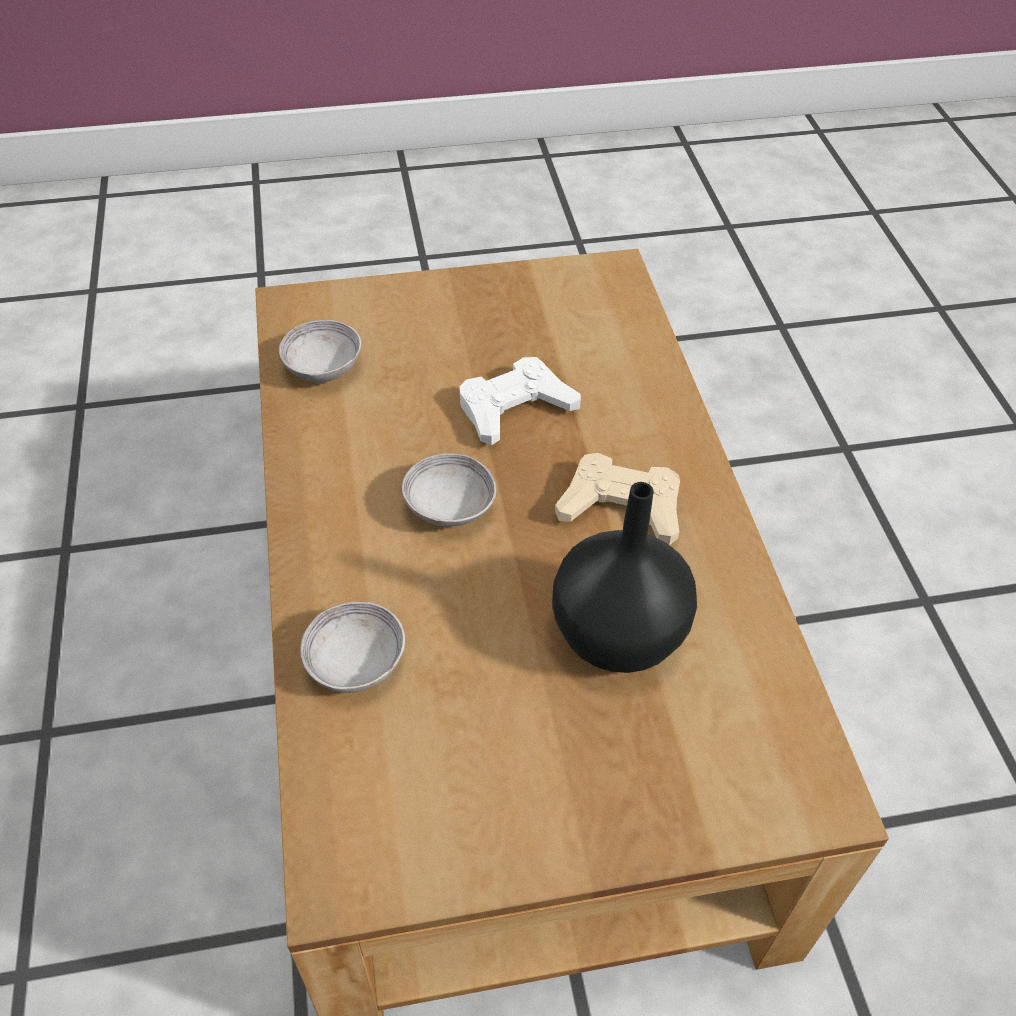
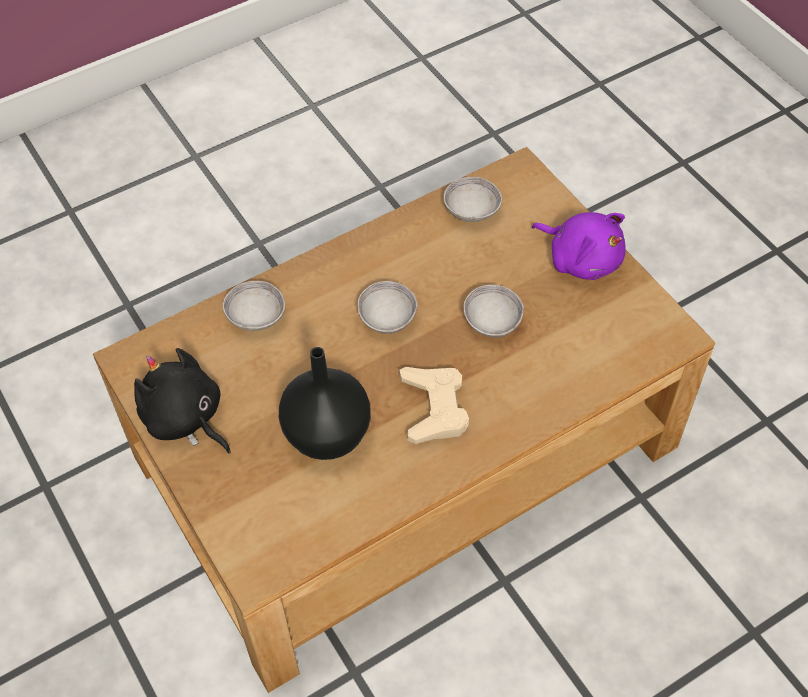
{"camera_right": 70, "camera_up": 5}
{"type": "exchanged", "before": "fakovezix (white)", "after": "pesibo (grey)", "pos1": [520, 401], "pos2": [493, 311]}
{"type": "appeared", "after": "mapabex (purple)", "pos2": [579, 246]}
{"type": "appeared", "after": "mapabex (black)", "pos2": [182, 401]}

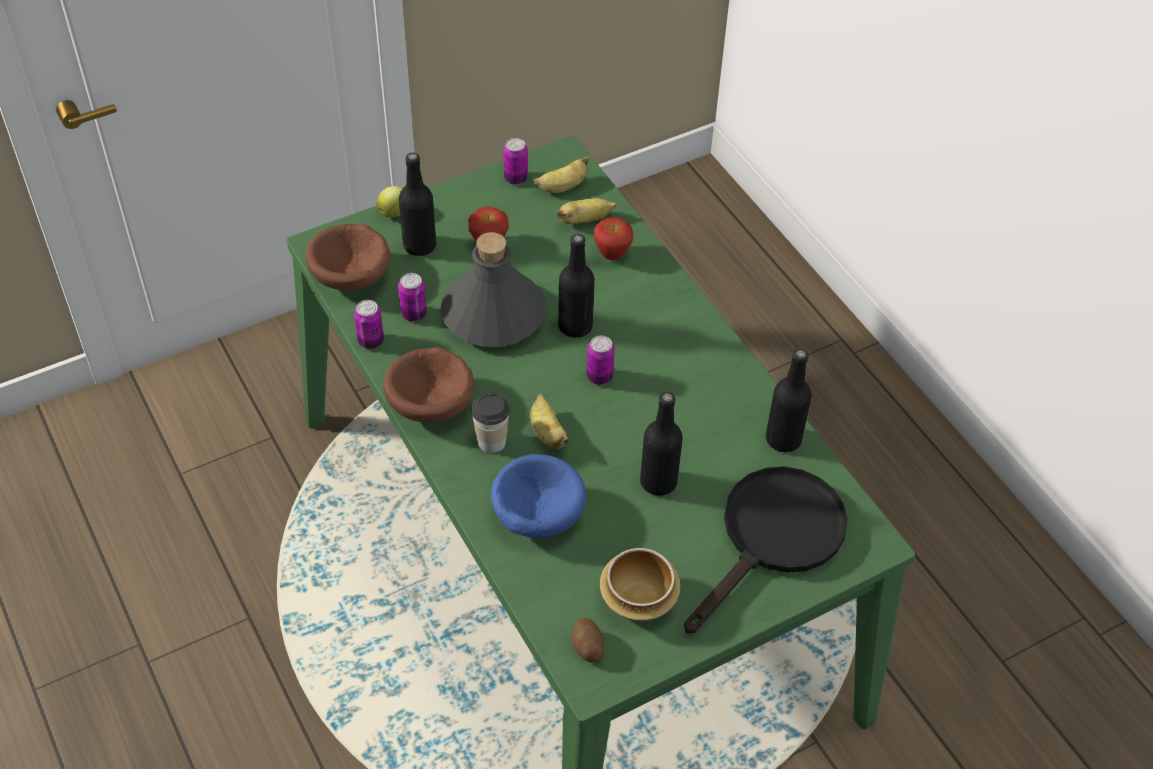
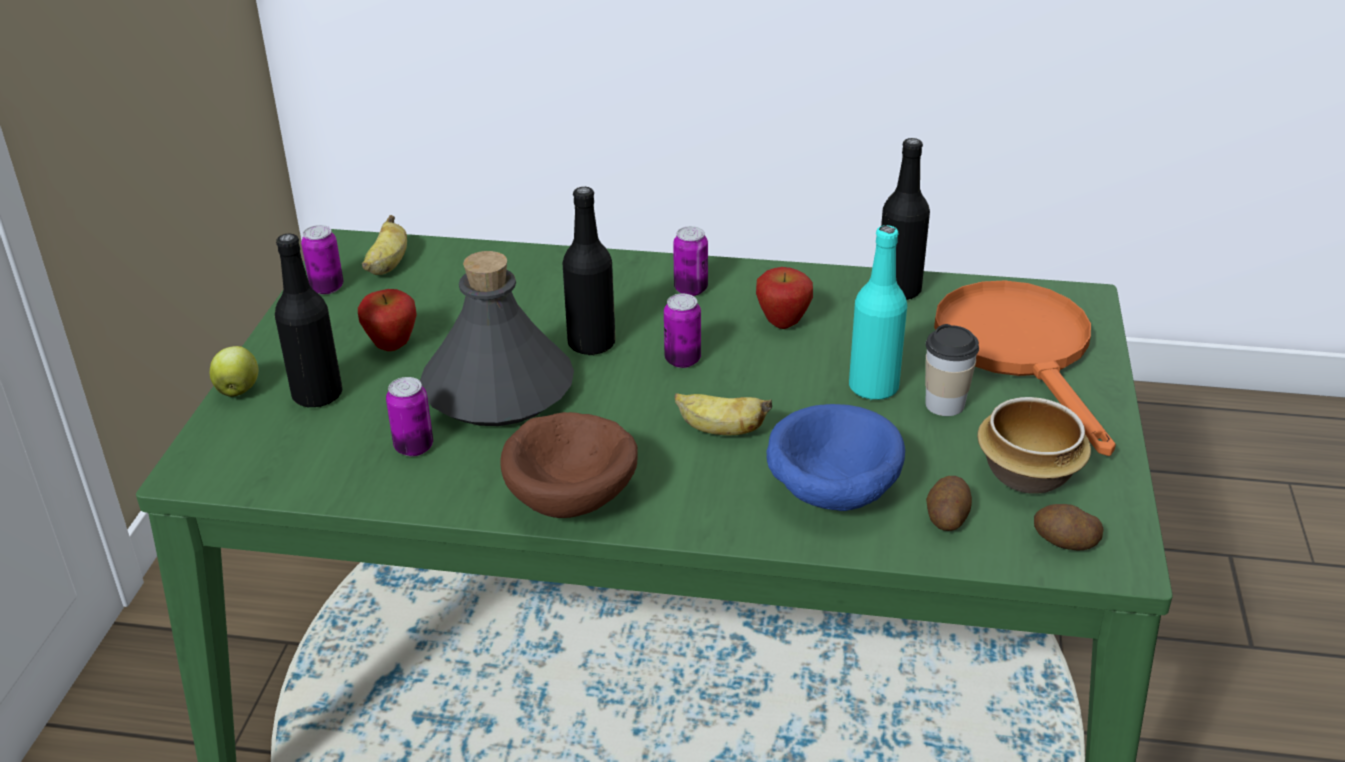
{"camera_right": -50, "camera_up": -15}
{"type": "missing", "before": "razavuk", "pos1": [586, 211]}
{"type": "relocated", "before": "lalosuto", "pos1": [613, 238], "pos2": [784, 298]}
{"type": "missing", "before": "pesibo (brown)", "pos1": [348, 257]}
{"type": "relocated", "before": "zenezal", "pos1": [369, 324], "pos2": [690, 261]}
{"type": "colour", "before": "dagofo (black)", "after": "dagofo (turquoise)", "pos1": [661, 444], "pos2": [878, 312]}
{"type": "relocated", "before": "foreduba", "pos1": [490, 423], "pos2": [952, 370]}
{"type": "colour", "before": "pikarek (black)", "after": "pikarek (orange)", "pos1": [765, 549], "pos2": [1025, 368]}
{"type": "appeared", "after": "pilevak", "pos2": [949, 503]}

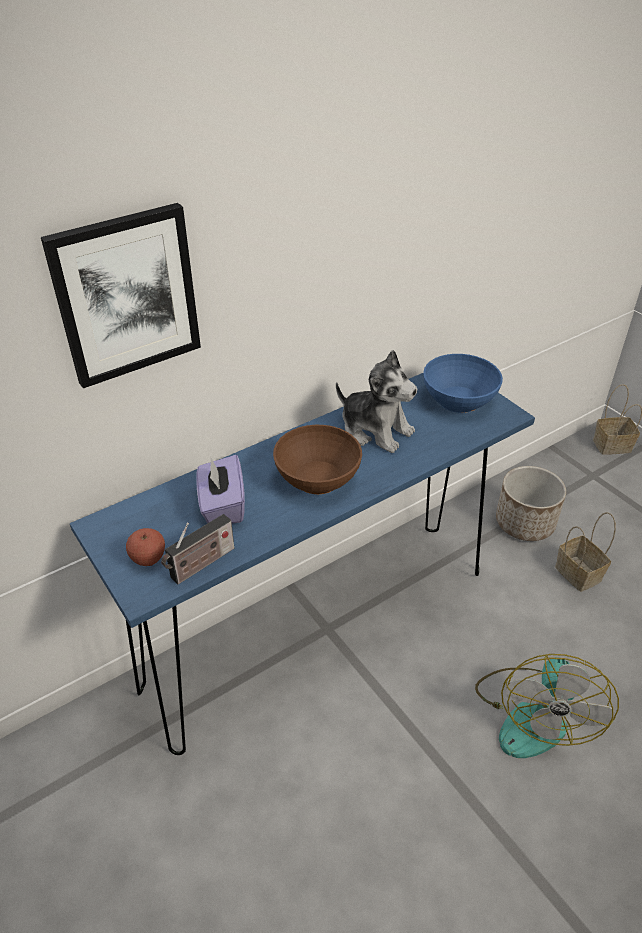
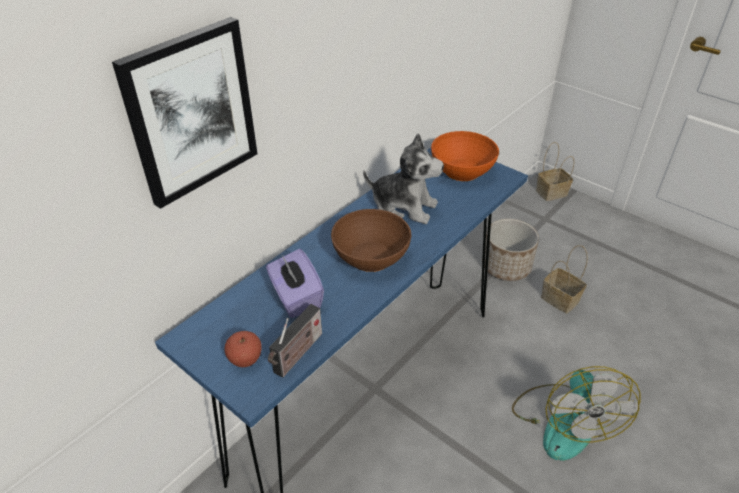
{"camera_right": -15, "camera_up": 0}
{"type": "colour", "before": "pesibo (blue)", "after": "pesibo (orange)", "pos1": [463, 383], "pos2": [465, 156]}

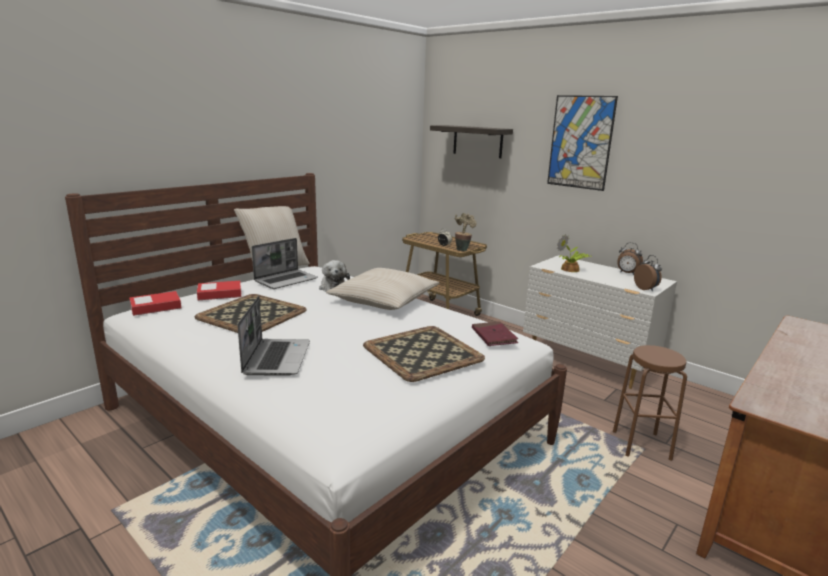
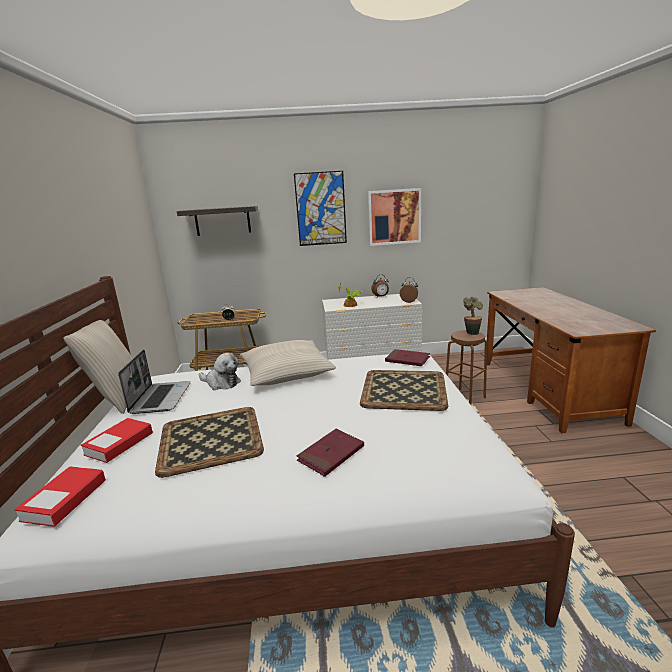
{"camera_right": -45, "camera_up": 0}
{"type": "relocated", "before": "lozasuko", "pos1": [465, 232], "pos2": [473, 316]}
{"type": "exchanged", "before": "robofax", "after": "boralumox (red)", "pos1": [274, 336], "pos2": [330, 453]}
{"type": "appeared", "after": "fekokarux", "pos2": [394, 217]}

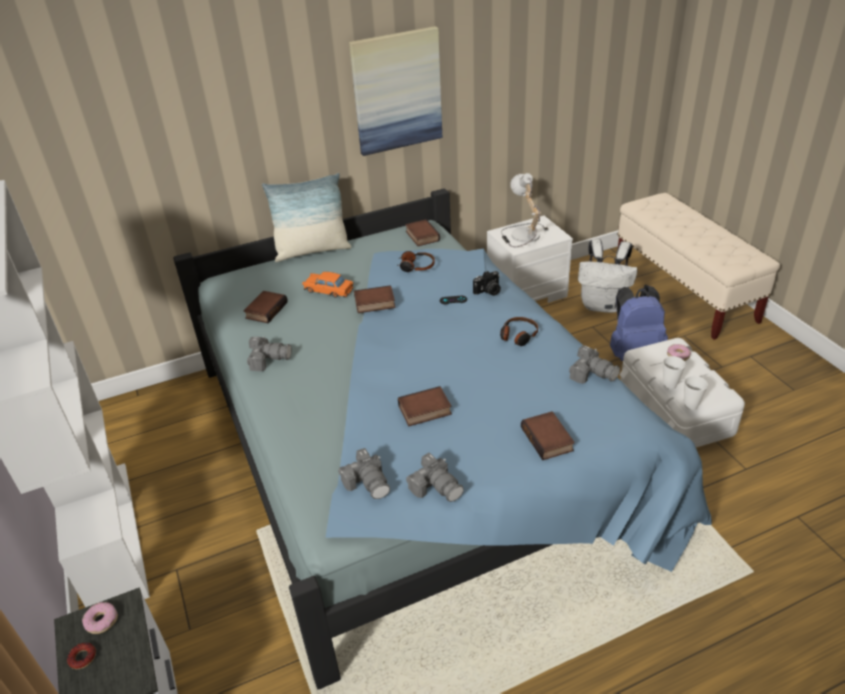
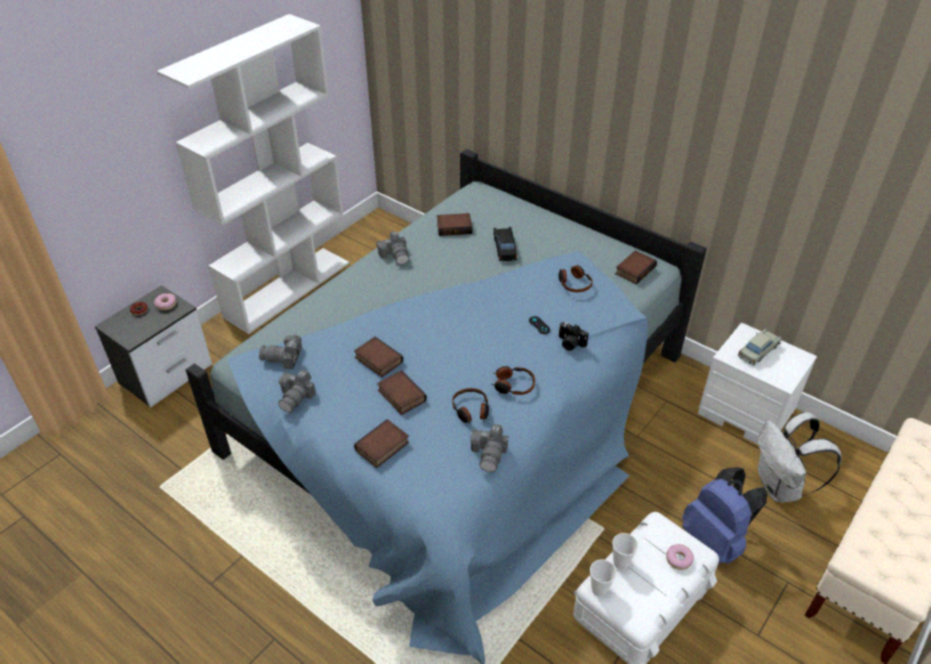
{"camera_right": 60, "camera_up": 5}
{"type": "missing", "before": "fekokarux", "pos1": [395, 91]}
{"type": "missing", "before": "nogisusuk", "pos1": [307, 217]}
{"type": "exchanged", "before": "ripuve", "after": "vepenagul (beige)", "pos1": [525, 210], "pos2": [760, 346]}
{"type": "colour", "before": "vepenagul (orange)", "after": "vepenagul (black)", "pos1": [327, 285], "pos2": [505, 244]}
{"type": "relocated", "before": "boralumox", "pos1": [375, 299], "pos2": [402, 392]}
{"type": "spun", "before": "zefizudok", "pos1": [364, 473], "pos2": [280, 351], "turn": 60}
{"type": "appeared", "after": "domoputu", "pos2": [470, 405]}

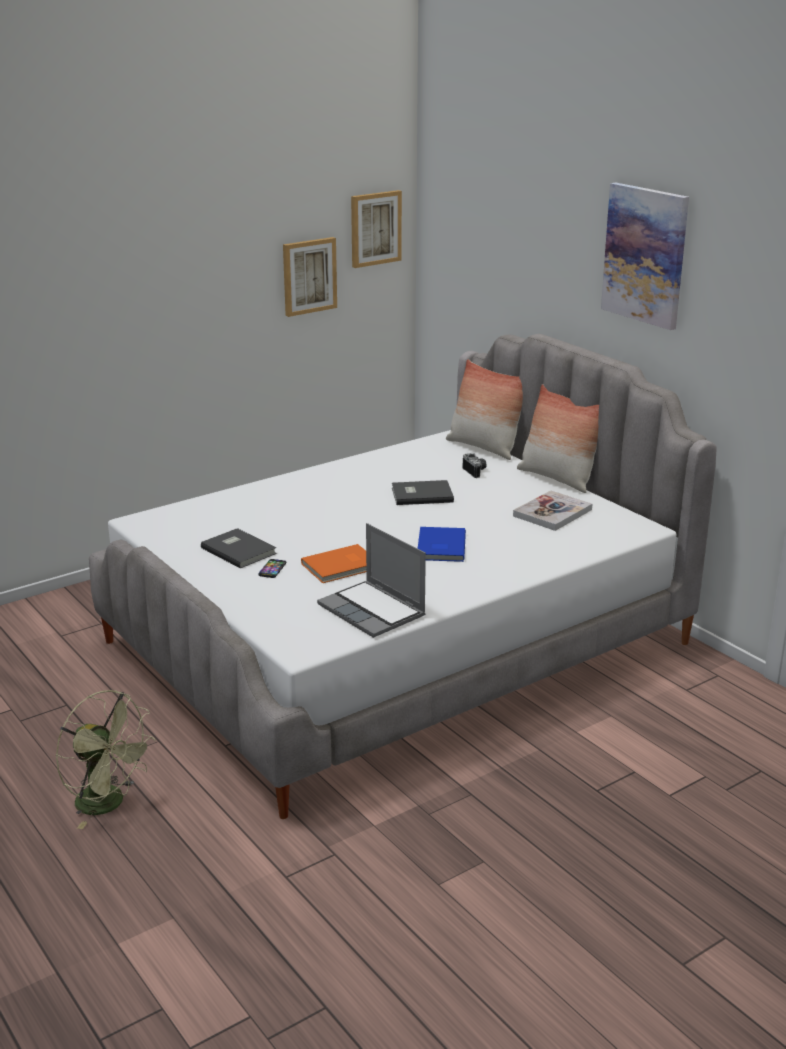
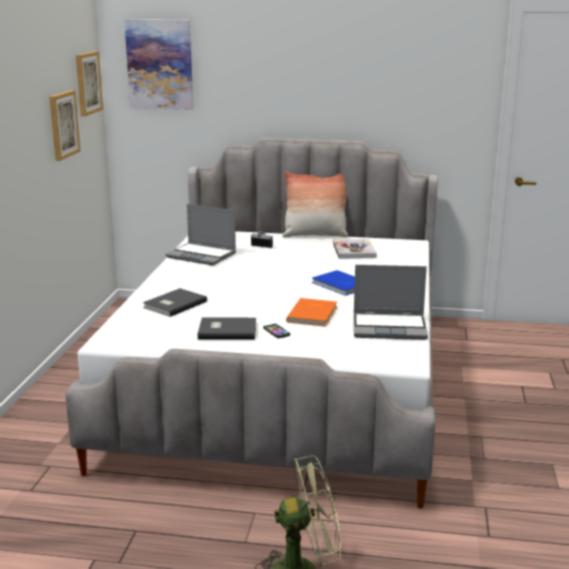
{"camera_right": -45, "camera_up": -5}
{"type": "relocated", "before": "fekokarux", "pos1": [645, 256], "pos2": [158, 64]}
{"type": "missing", "before": "nogisusuk", "pos1": [484, 409]}
{"type": "relocated", "before": "boralumox (grey)", "pos1": [423, 492], "pos2": [175, 302]}
{"type": "appeared", "after": "robofax", "pos2": [200, 235]}

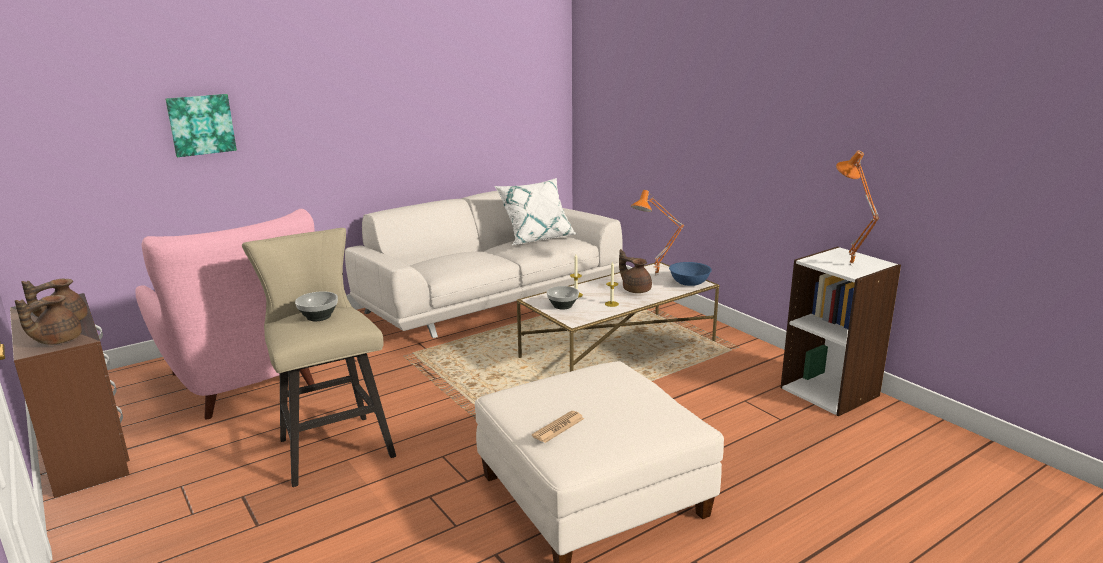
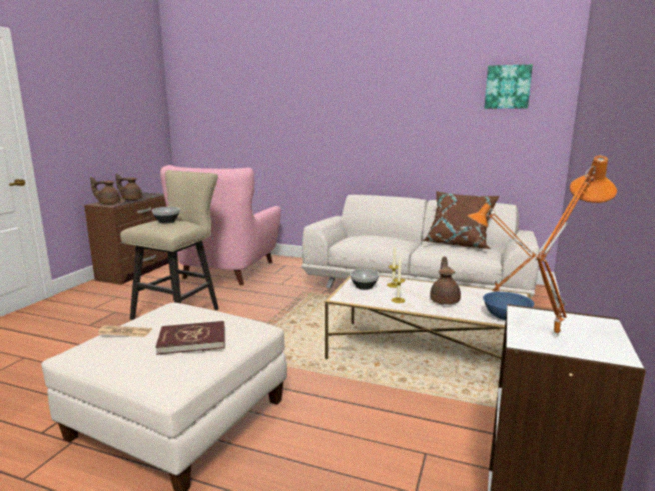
{"camera_right": 55, "camera_up": -5}
{"type": "relocated", "before": "fekokarux", "pos1": [201, 125], "pos2": [508, 86]}
{"type": "colour", "before": "nogisusuk (white)", "after": "nogisusuk (brown)", "pos1": [535, 211], "pos2": [461, 220]}
{"type": "appeared", "after": "boralumox (red)", "pos2": [190, 338]}

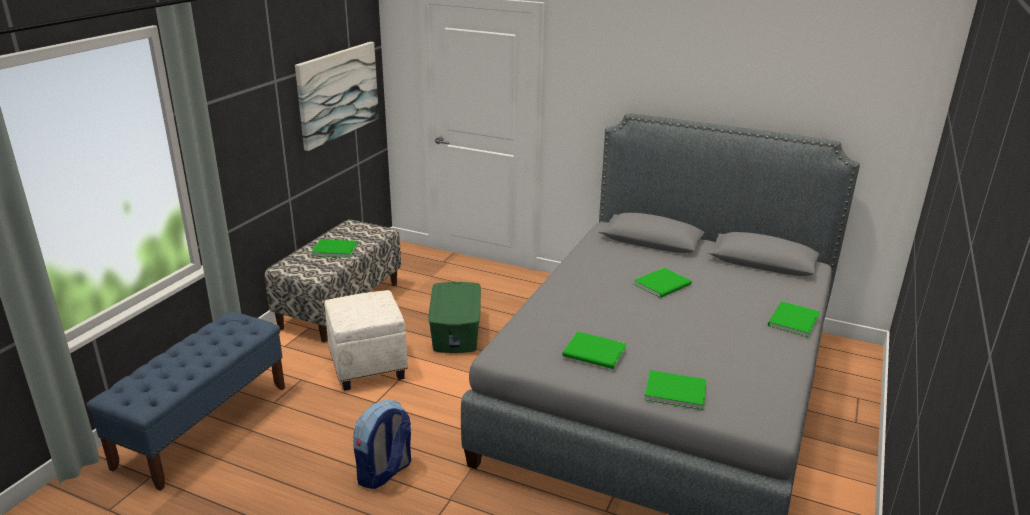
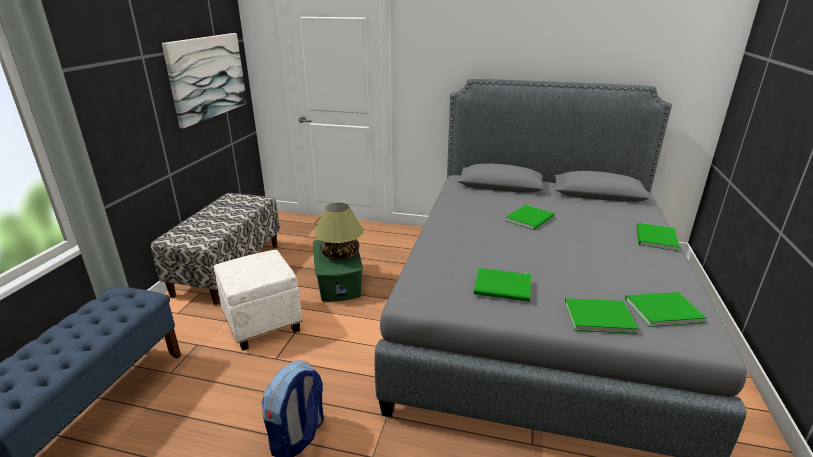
{"camera_right": -10, "camera_up": 0}
{"type": "relocated", "before": "boralumox (green)", "pos1": [334, 248], "pos2": [665, 309]}
{"type": "appeared", "after": "ripuve", "pos2": [338, 231]}

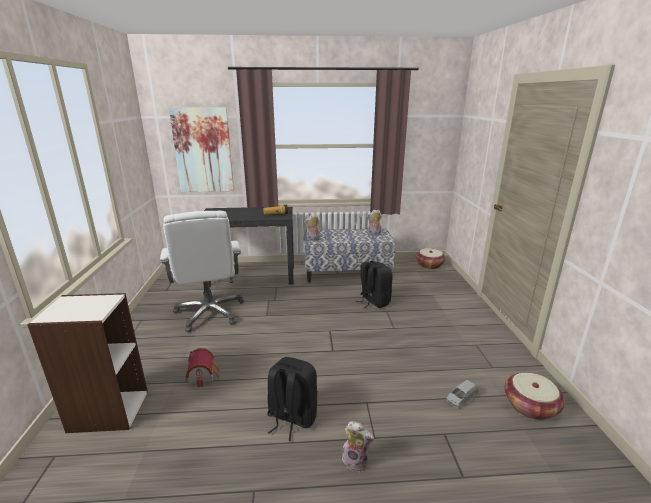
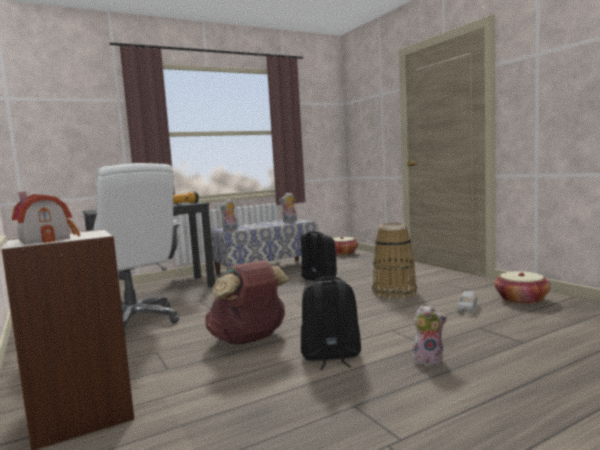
{"camera_right": -25, "camera_up": -15}
{"type": "missing", "before": "fekokarux", "pos1": [201, 149]}
{"type": "relocated", "before": "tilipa", "pos1": [203, 367], "pos2": [46, 218]}
{"type": "appeared", "after": "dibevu", "pos2": [394, 261]}
{"type": "appeared", "after": "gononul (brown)", "pos2": [247, 302]}

